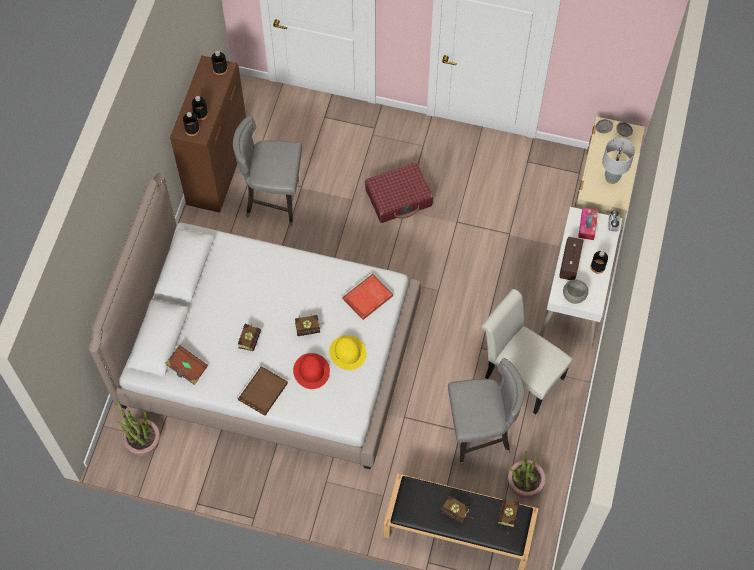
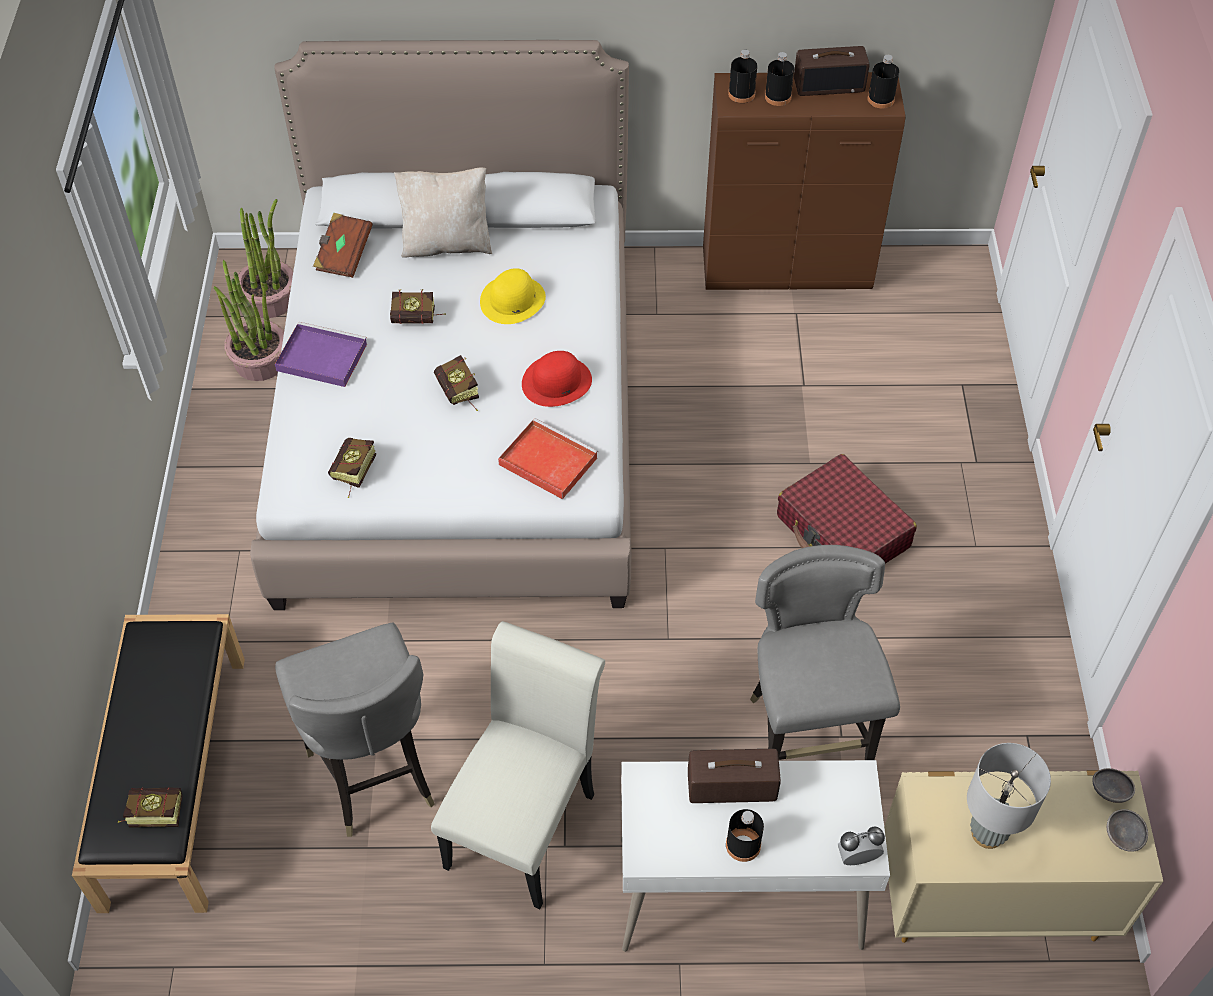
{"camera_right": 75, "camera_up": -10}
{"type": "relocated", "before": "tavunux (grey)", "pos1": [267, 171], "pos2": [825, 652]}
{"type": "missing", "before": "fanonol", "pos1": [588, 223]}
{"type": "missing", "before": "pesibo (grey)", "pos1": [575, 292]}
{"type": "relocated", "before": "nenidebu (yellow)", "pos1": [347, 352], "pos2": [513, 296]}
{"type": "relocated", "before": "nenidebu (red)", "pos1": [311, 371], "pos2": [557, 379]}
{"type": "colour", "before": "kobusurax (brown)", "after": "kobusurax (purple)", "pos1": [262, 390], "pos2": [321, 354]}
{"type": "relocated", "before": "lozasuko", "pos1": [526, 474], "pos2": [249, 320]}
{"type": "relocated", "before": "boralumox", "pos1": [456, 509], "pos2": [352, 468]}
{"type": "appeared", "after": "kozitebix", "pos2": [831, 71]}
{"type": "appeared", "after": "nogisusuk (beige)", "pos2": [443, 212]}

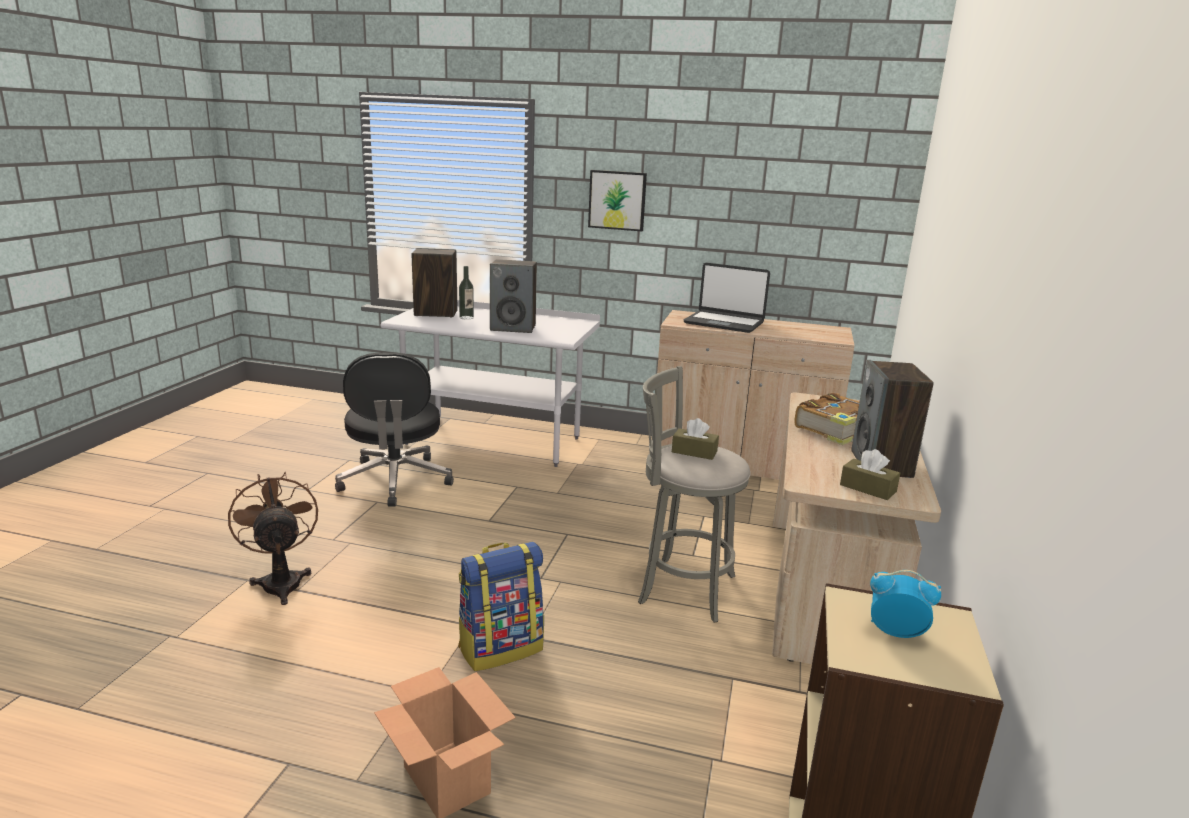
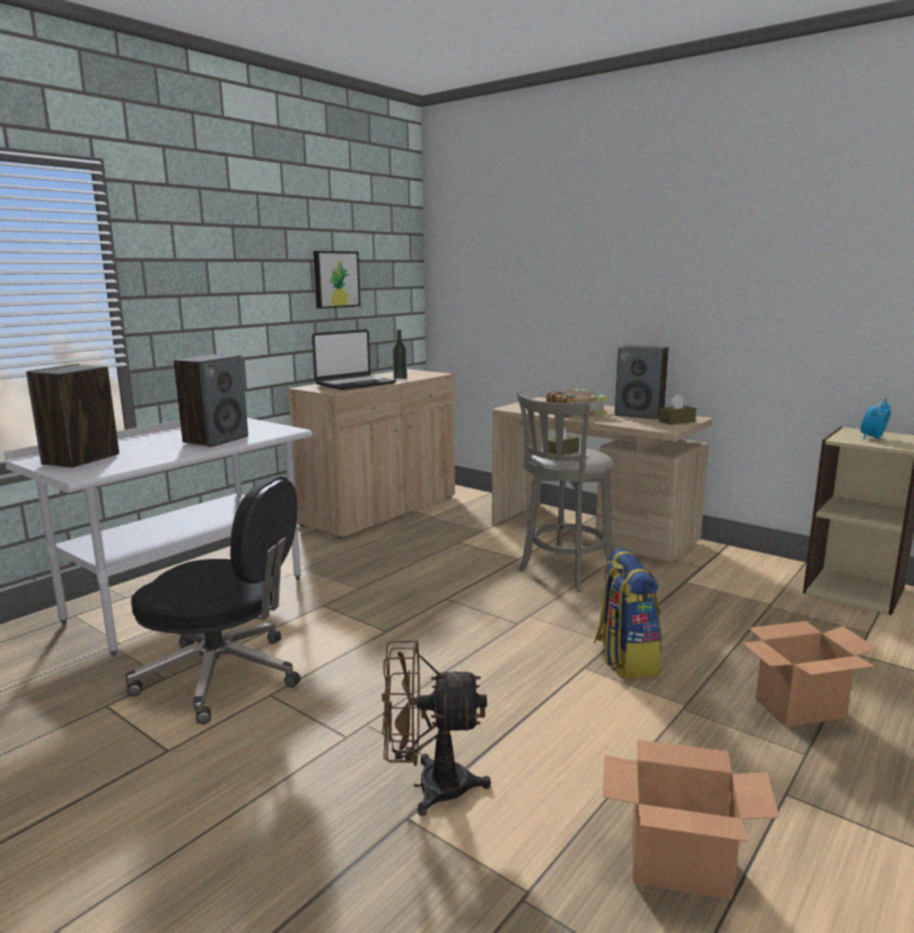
{"camera_right": -65, "camera_up": -5}
{"type": "relocated", "before": "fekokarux", "pos1": [617, 200], "pos2": [337, 280]}
{"type": "relocated", "before": "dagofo", "pos1": [466, 293], "pos2": [400, 355]}
{"type": "appeared", "after": "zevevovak", "pos2": [691, 820]}

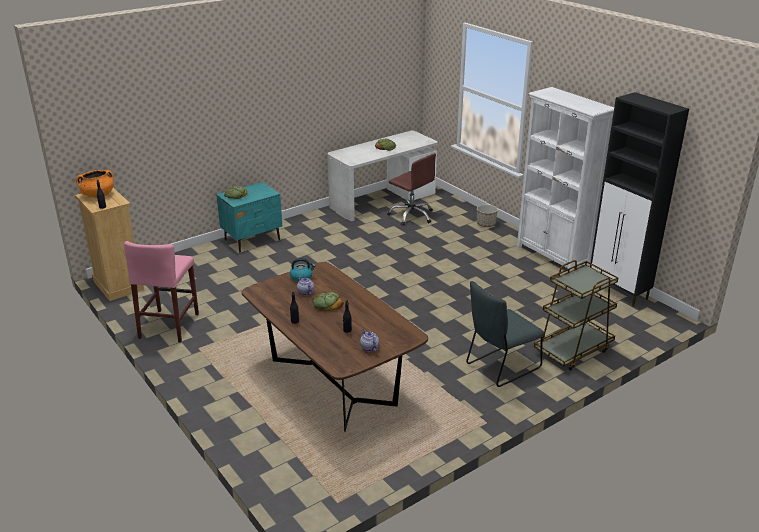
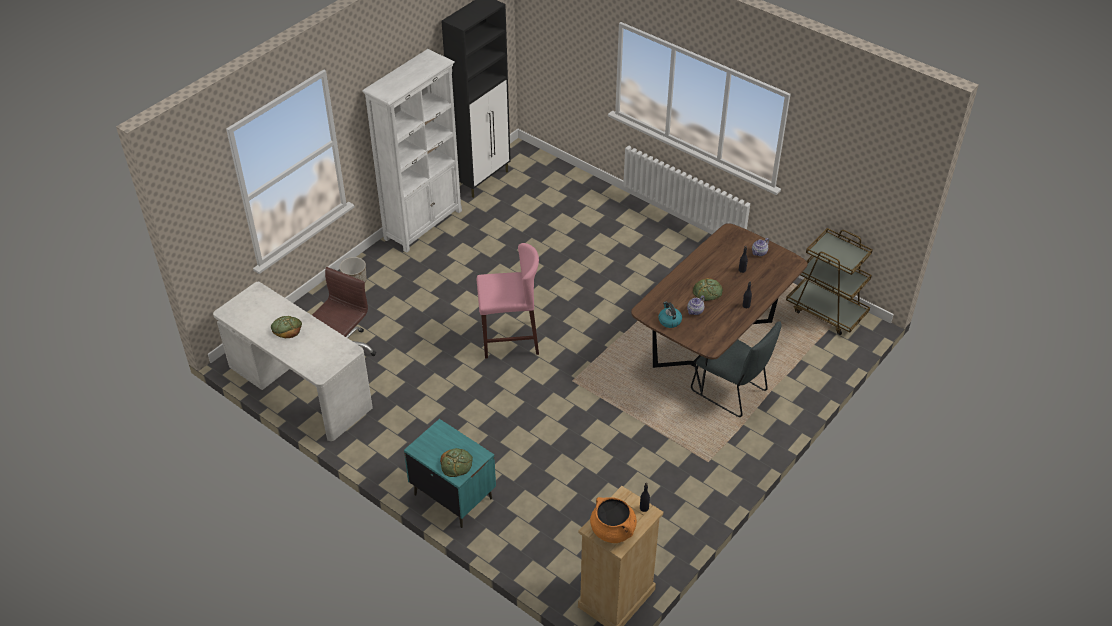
{"camera_right": -105, "camera_up": 15}
{"type": "relocated", "before": "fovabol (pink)", "pos1": [161, 292], "pos2": [508, 300]}
{"type": "relocated", "before": "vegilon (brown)", "pos1": [576, 315], "pos2": [829, 281]}
{"type": "relocated", "before": "tavunux (grey)", "pos1": [505, 334], "pos2": [736, 369]}

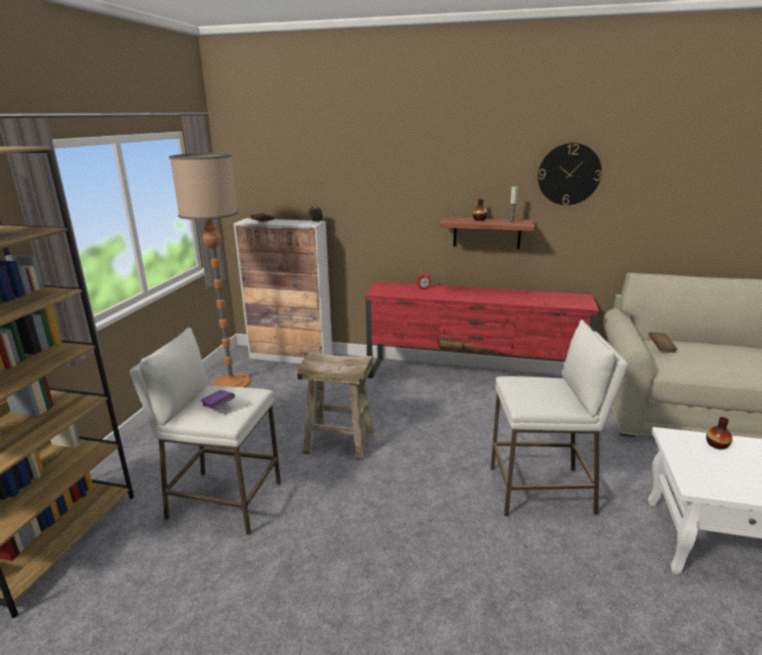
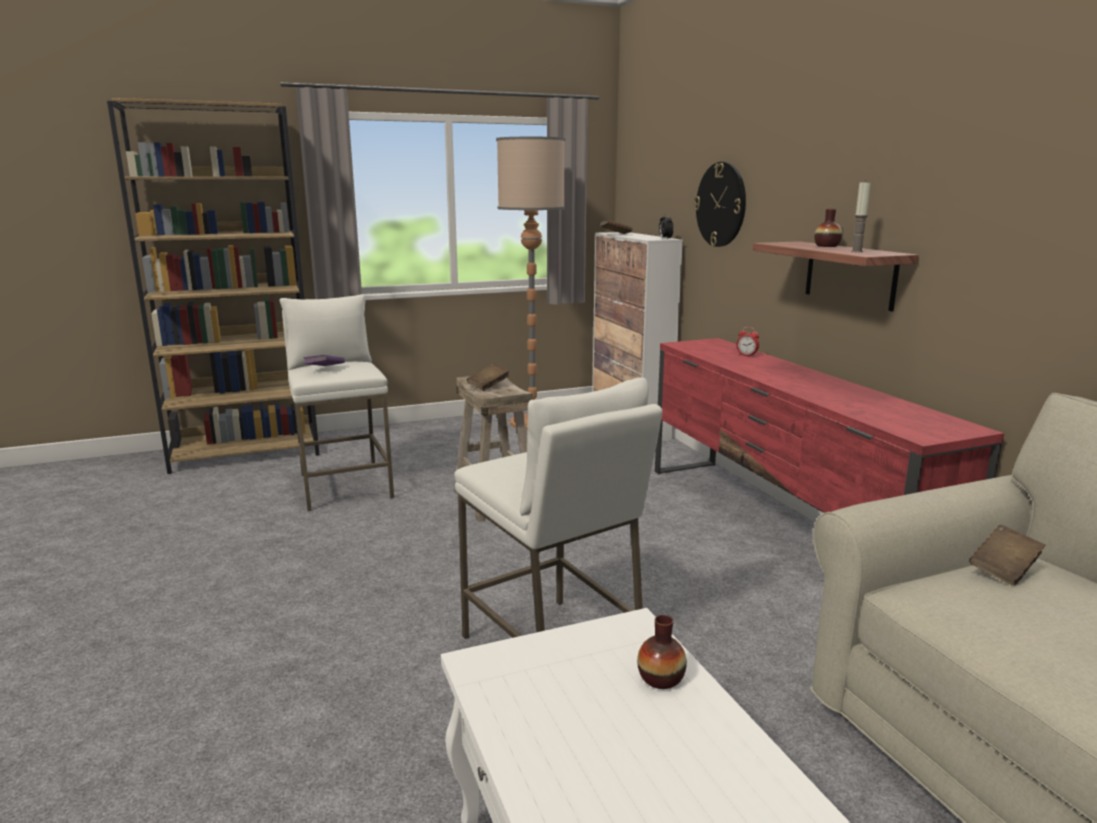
{"camera_right": 55, "camera_up": -5}
{"type": "relocated", "before": "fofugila", "pos1": [570, 174], "pos2": [720, 204]}
{"type": "appeared", "after": "boralumox (brown)", "pos2": [488, 377]}

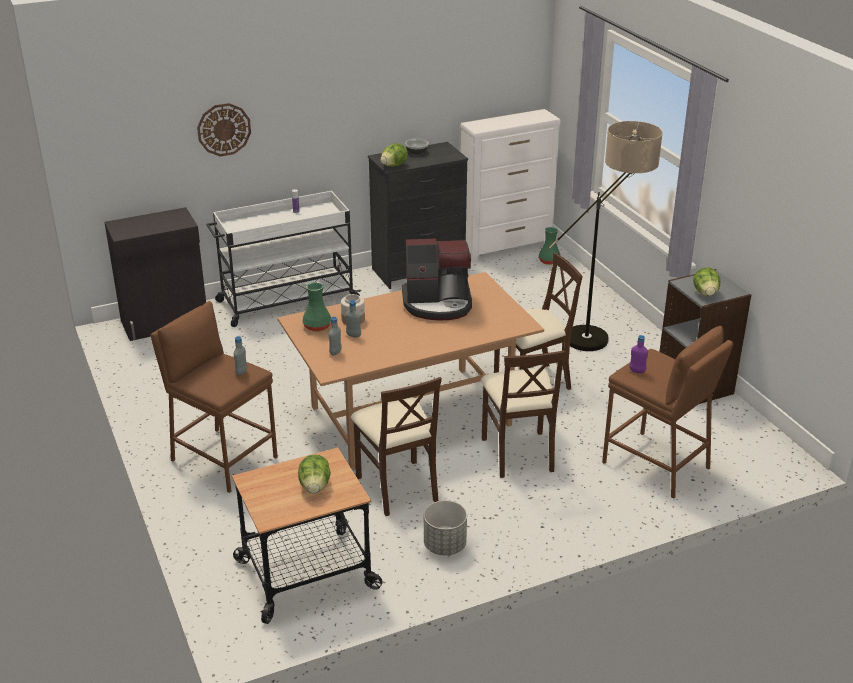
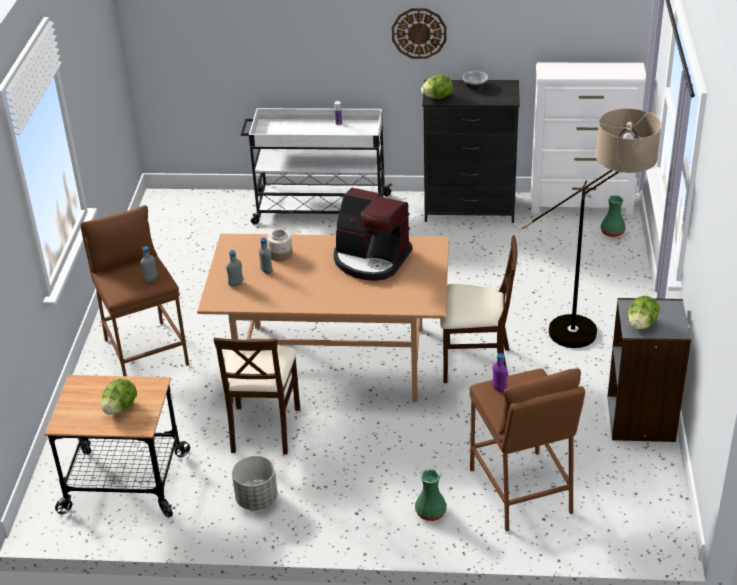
{"camera_right": 30, "camera_up": 5}
{"type": "relocated", "before": "fofugila", "pos1": [224, 130], "pos2": [419, 33]}
{"type": "missing", "before": "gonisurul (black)", "pos1": [155, 274]}
{"type": "relocated", "before": "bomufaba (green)", "pos1": [317, 307], "pos2": [431, 495]}
{"type": "missing", "before": "tavunux (beige)", "pos1": [523, 414]}

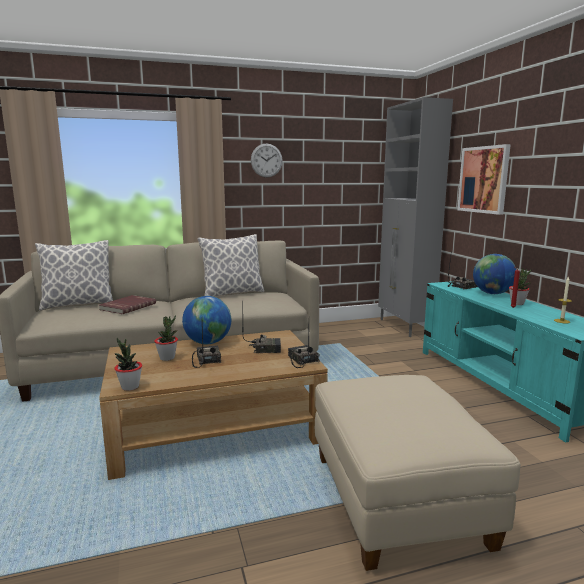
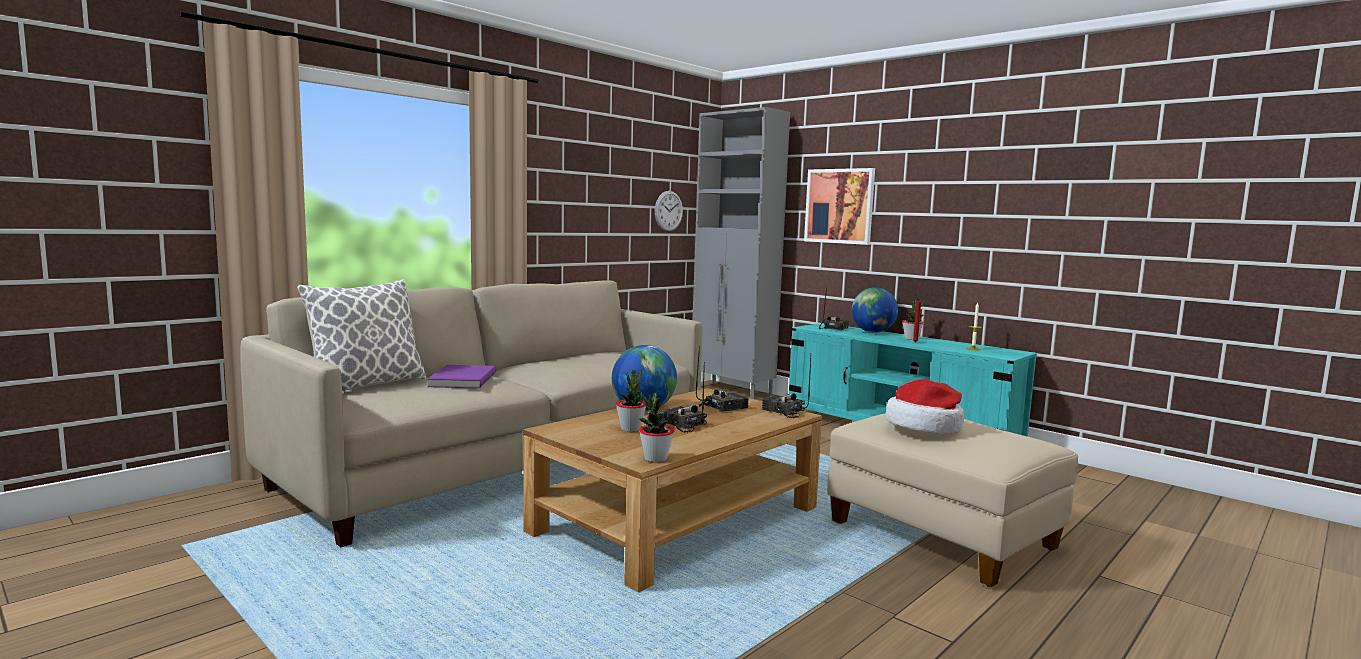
{"camera_right": -30, "camera_up": -5}
{"type": "relocated", "before": "fofugila", "pos1": [267, 160], "pos2": [669, 211]}
{"type": "missing", "before": "nogisusuk", "pos1": [230, 265]}
{"type": "colour", "before": "boralumox (red)", "after": "boralumox (purple)", "pos1": [127, 304], "pos2": [461, 376]}
{"type": "appeared", "after": "nenidebu", "pos2": [925, 406]}

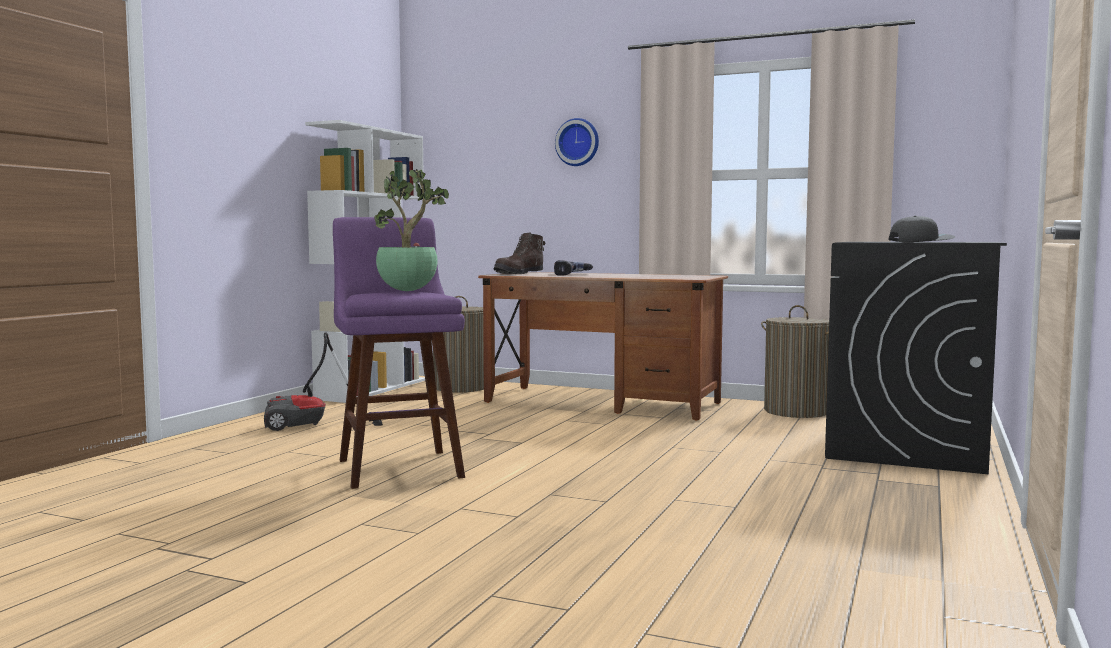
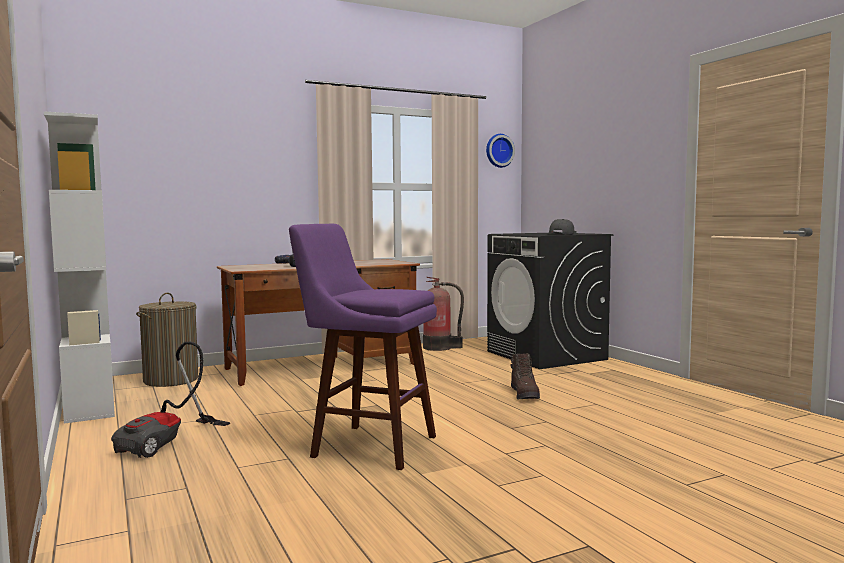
{"camera_right": -50, "camera_up": 0}
{"type": "relocated", "before": "fofugila", "pos1": [577, 142], "pos2": [500, 151]}
{"type": "missing", "before": "lozasuko", "pos1": [411, 230]}
{"type": "relocated", "before": "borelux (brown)", "pos1": [519, 253], "pos2": [525, 376]}
{"type": "exchanged", "before": "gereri", "after": "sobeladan", "pos1": [795, 361], "pos2": [443, 314]}

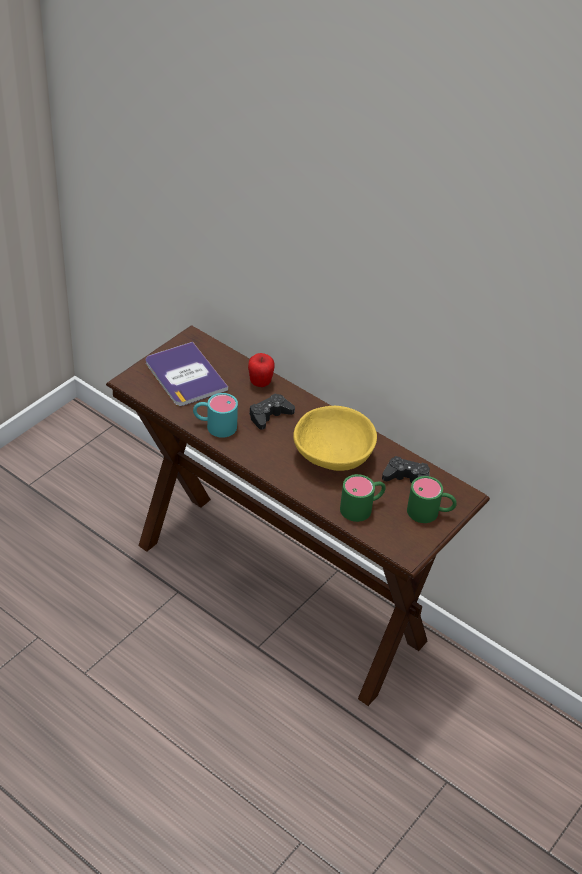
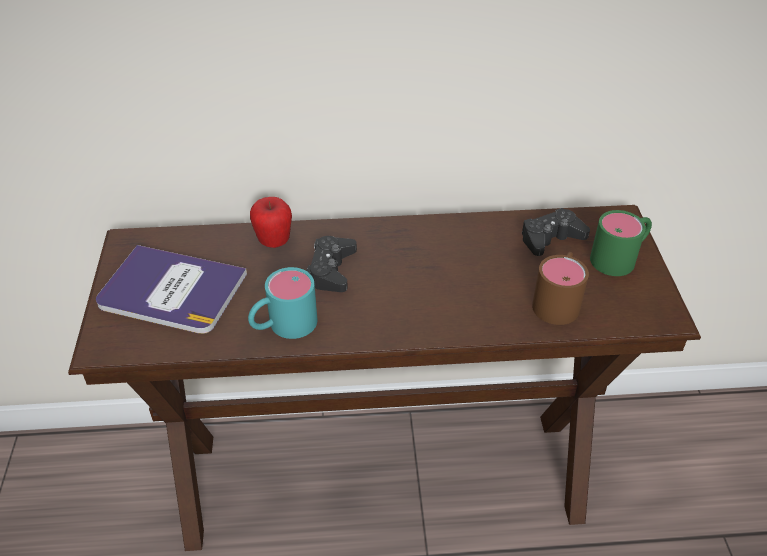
{"camera_right": -40, "camera_up": 0}
{"type": "missing", "before": "pesibo (yellow)", "pos1": [335, 438]}
{"type": "colour", "before": "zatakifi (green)", "after": "zatakifi (brown)", "pos1": [363, 498], "pos2": [560, 288]}

